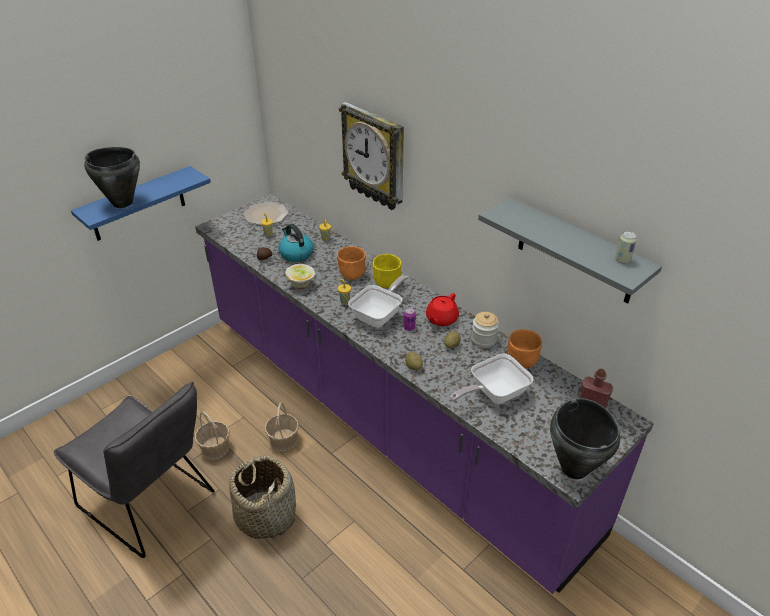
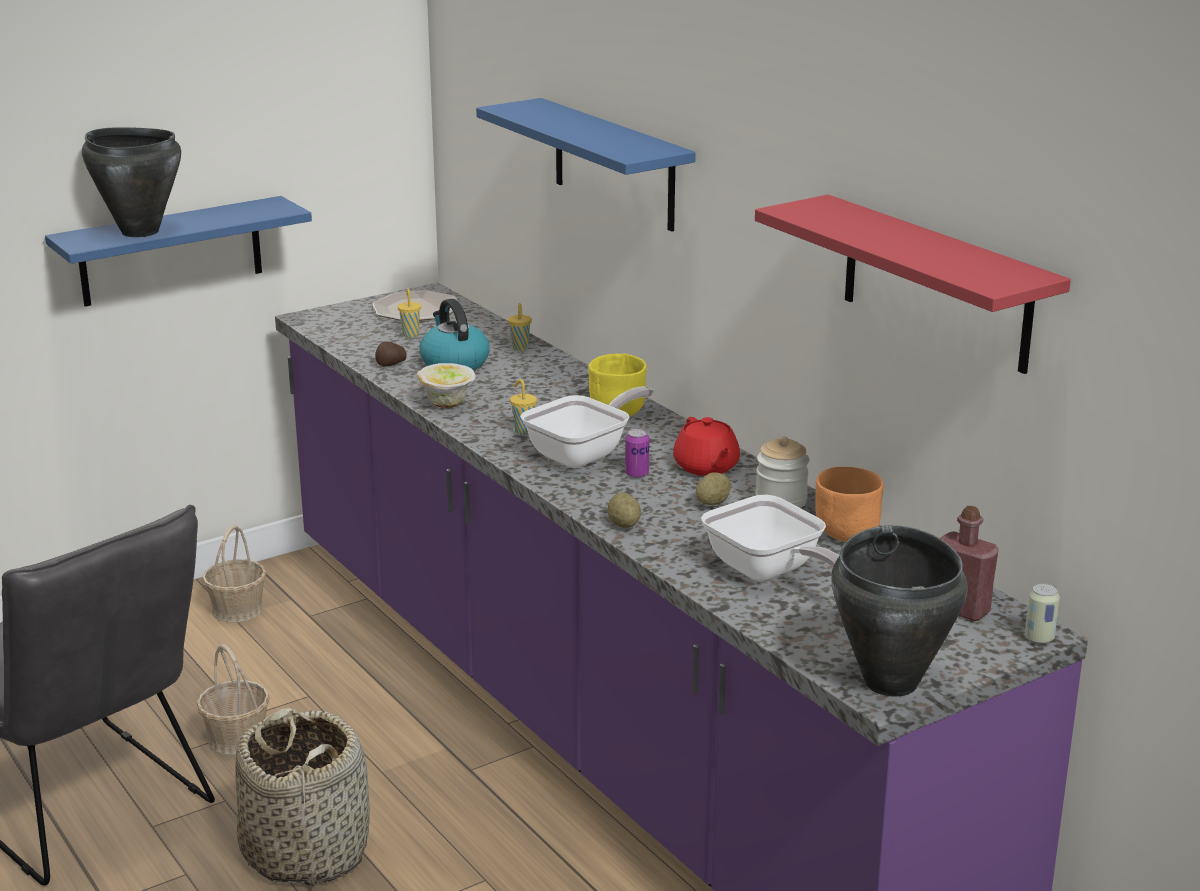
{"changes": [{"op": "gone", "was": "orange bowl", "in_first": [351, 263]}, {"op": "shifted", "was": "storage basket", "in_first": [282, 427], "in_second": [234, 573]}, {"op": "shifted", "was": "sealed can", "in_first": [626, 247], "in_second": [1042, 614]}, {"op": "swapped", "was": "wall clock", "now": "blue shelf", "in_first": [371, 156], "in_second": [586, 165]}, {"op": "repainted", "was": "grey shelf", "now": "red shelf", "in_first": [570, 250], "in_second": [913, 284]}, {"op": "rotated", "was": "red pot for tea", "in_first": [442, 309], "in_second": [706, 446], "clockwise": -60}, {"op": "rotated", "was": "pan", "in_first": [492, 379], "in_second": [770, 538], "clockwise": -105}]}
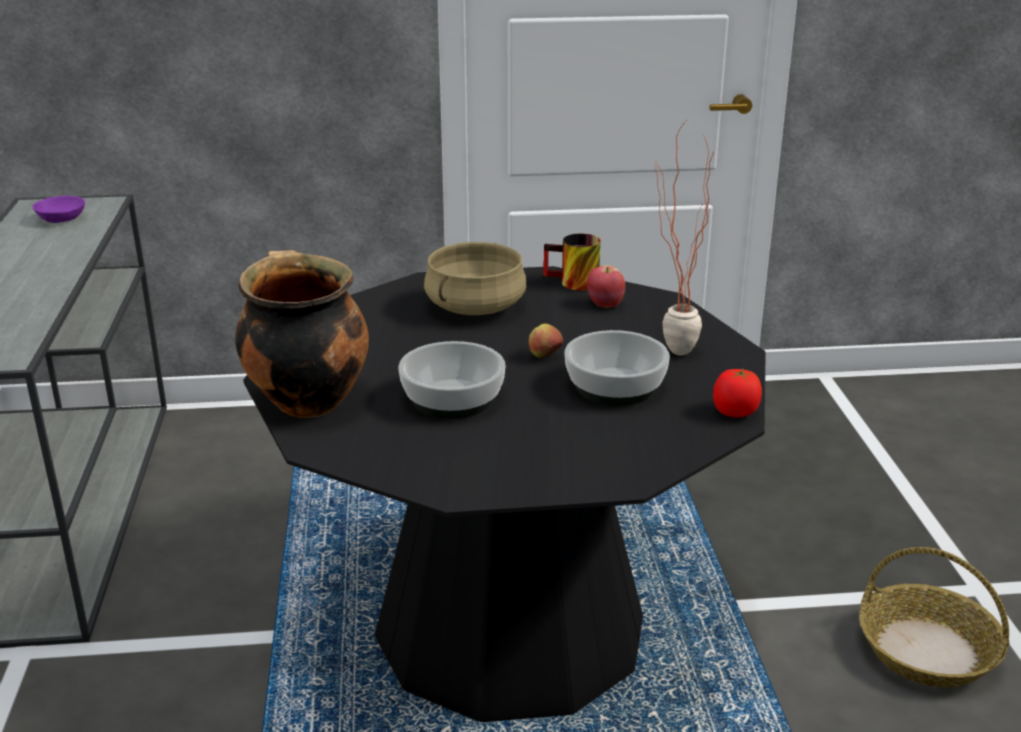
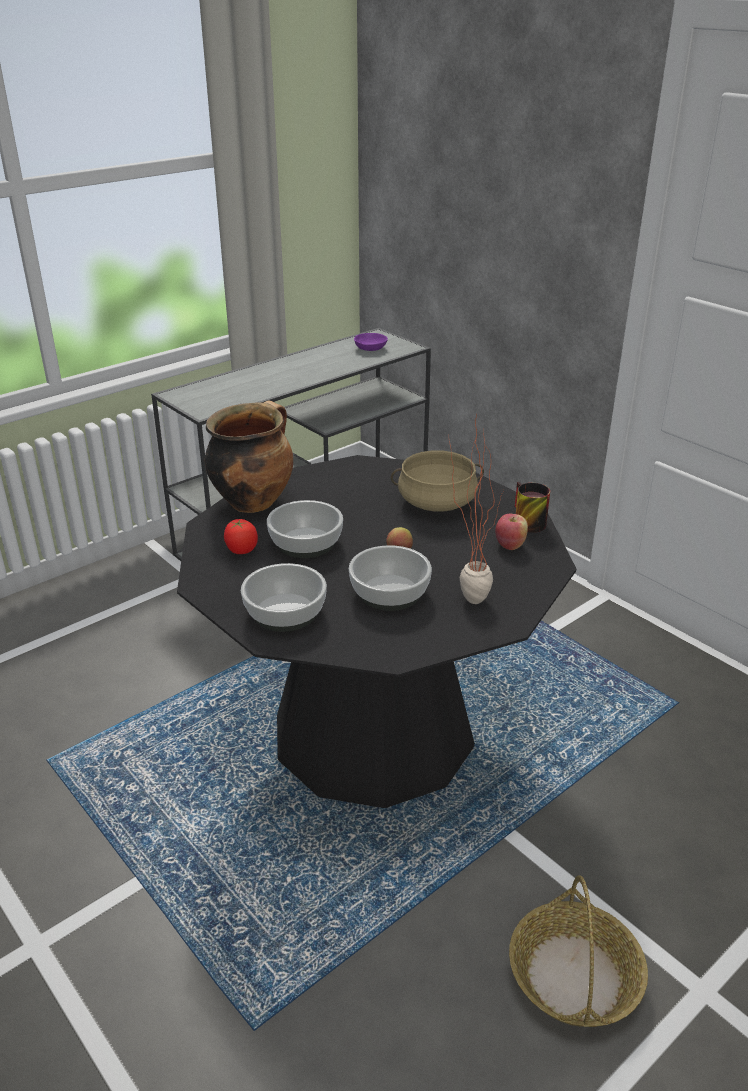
{"changes": [{"op": "new", "now": "bowl", "in_second": [284, 597]}, {"op": "shifted", "was": "whole tomato", "in_first": [737, 393], "in_second": [241, 536]}]}
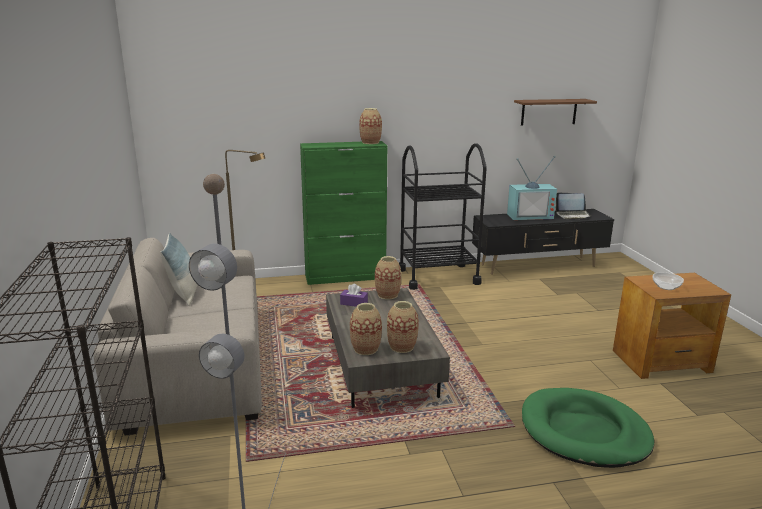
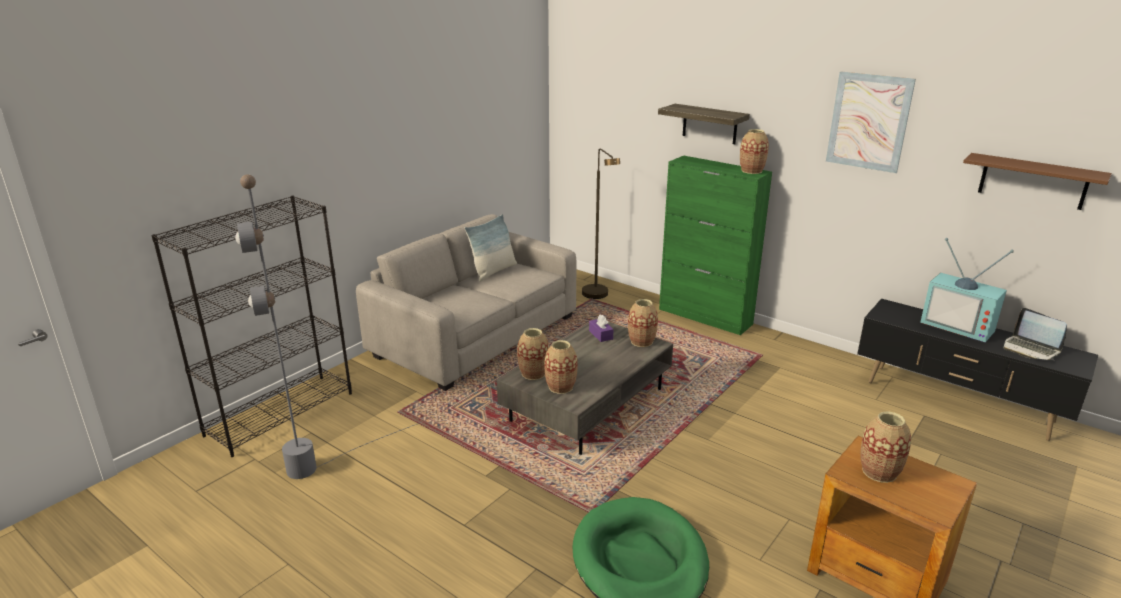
{"changes": [{"op": "gone", "was": "blackish trolley", "in_first": [443, 216]}, {"op": "new", "now": "shelf", "in_second": [704, 124]}, {"op": "new", "now": "wall art", "in_second": [871, 122]}, {"op": "swapped", "was": "bowl", "now": "flower vase", "in_first": [668, 281], "in_second": [885, 447]}]}
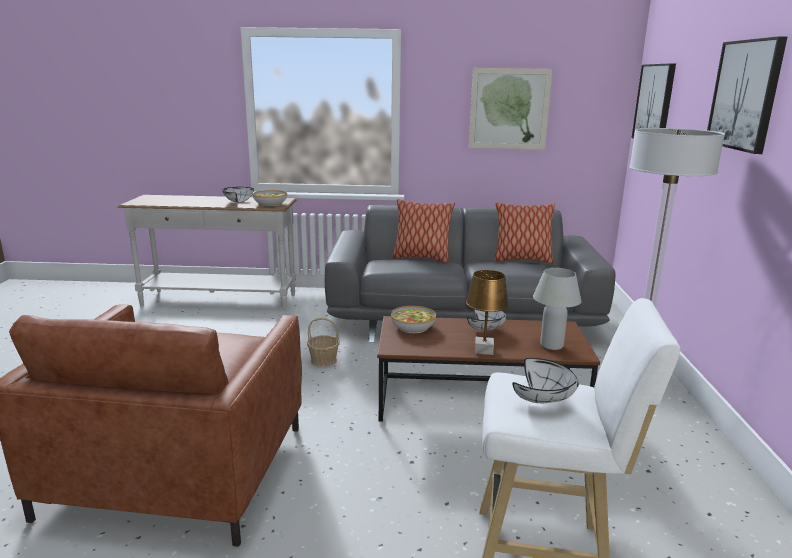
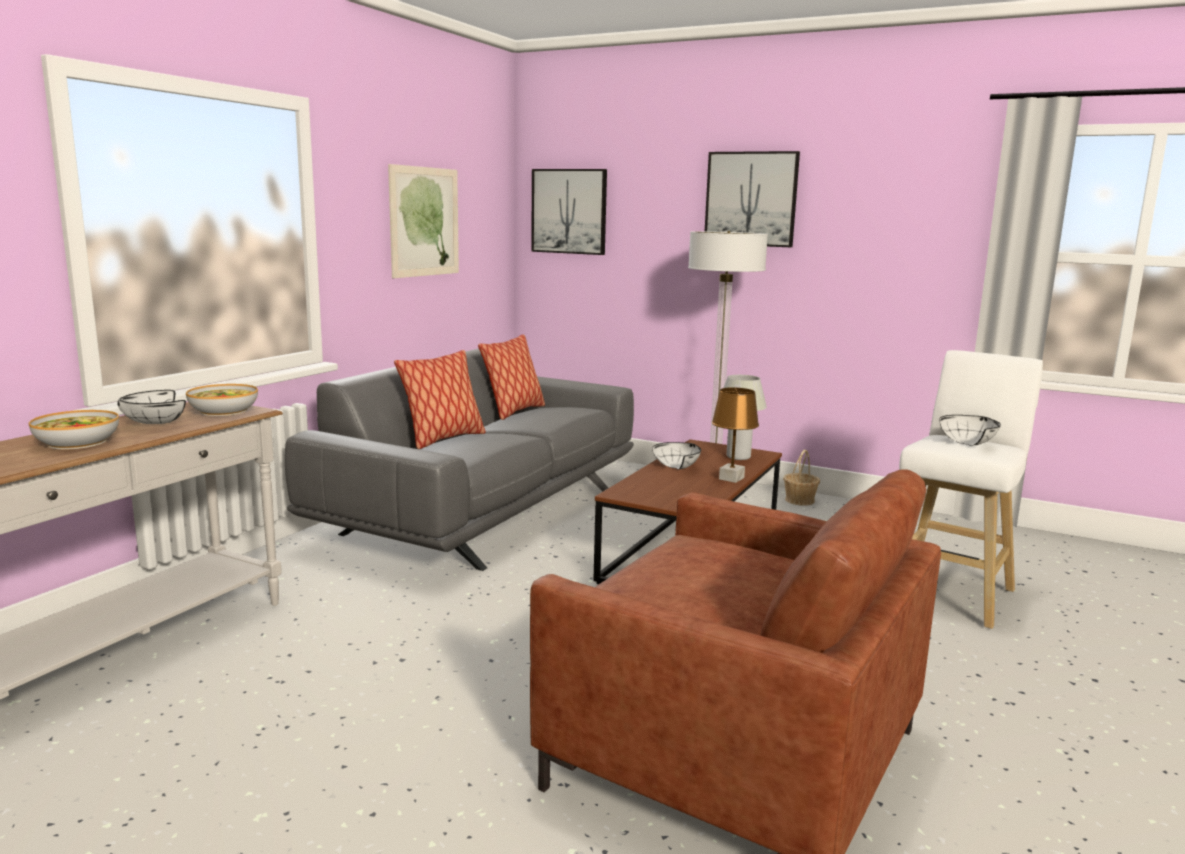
{"changes": [{"op": "shifted", "was": "storage basket", "in_first": [323, 342], "in_second": [801, 478]}, {"op": "shifted", "was": "bowl", "in_first": [413, 319], "in_second": [74, 429]}]}
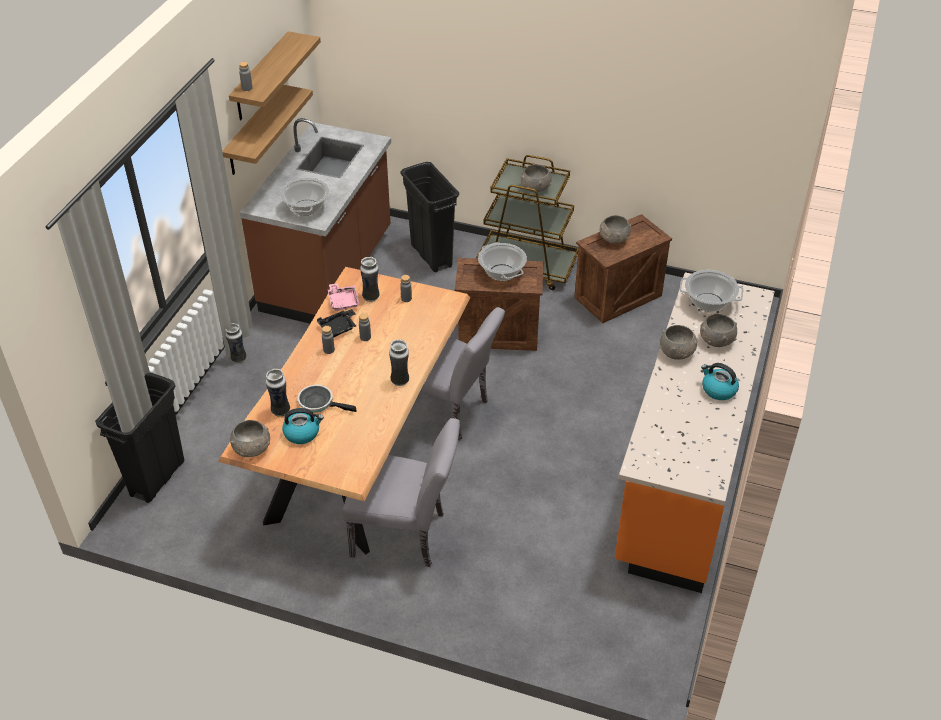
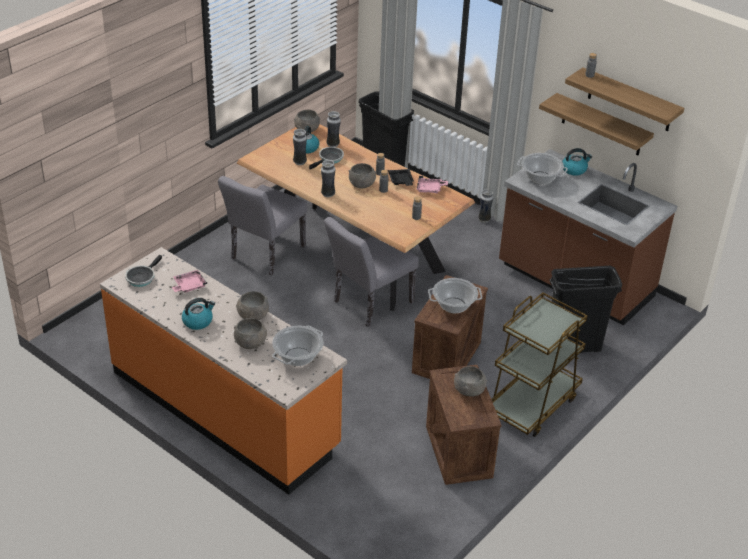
{"changes": [{"op": "new", "now": "pan", "in_second": [143, 271]}, {"op": "new", "now": "pink serving tray", "in_second": [189, 281]}, {"op": "new", "now": "water kettle", "in_second": [577, 162]}, {"op": "shifted", "was": "flower vase", "in_first": [370, 279], "in_second": [300, 147]}, {"op": "shifted", "was": "grey bowl", "in_first": [536, 178], "in_second": [362, 176]}]}
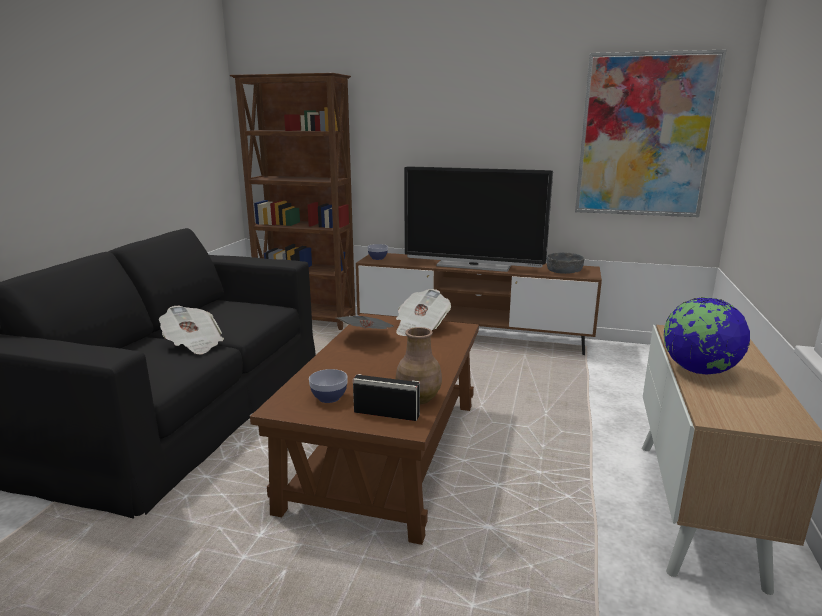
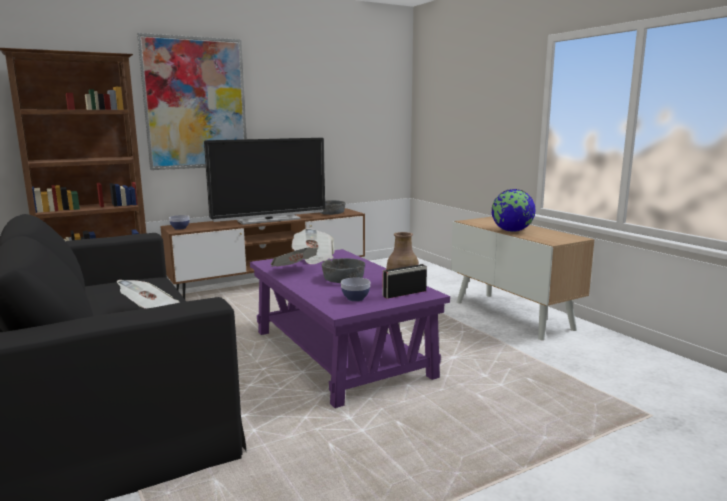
{"changes": [{"op": "new", "now": "grey bowl", "in_second": [343, 270]}, {"op": "shifted", "was": "wall art", "in_first": [651, 133], "in_second": [192, 101]}, {"op": "repainted", "was": "brownish lounge table", "now": "purplish lounge table", "in_first": [364, 429], "in_second": [350, 328]}]}
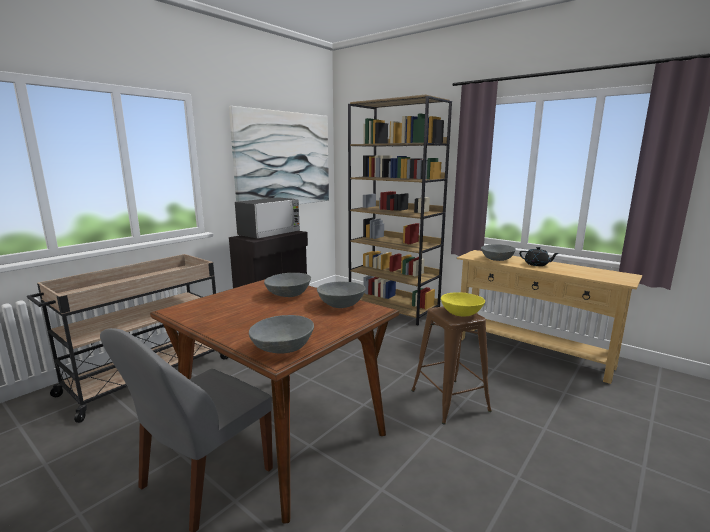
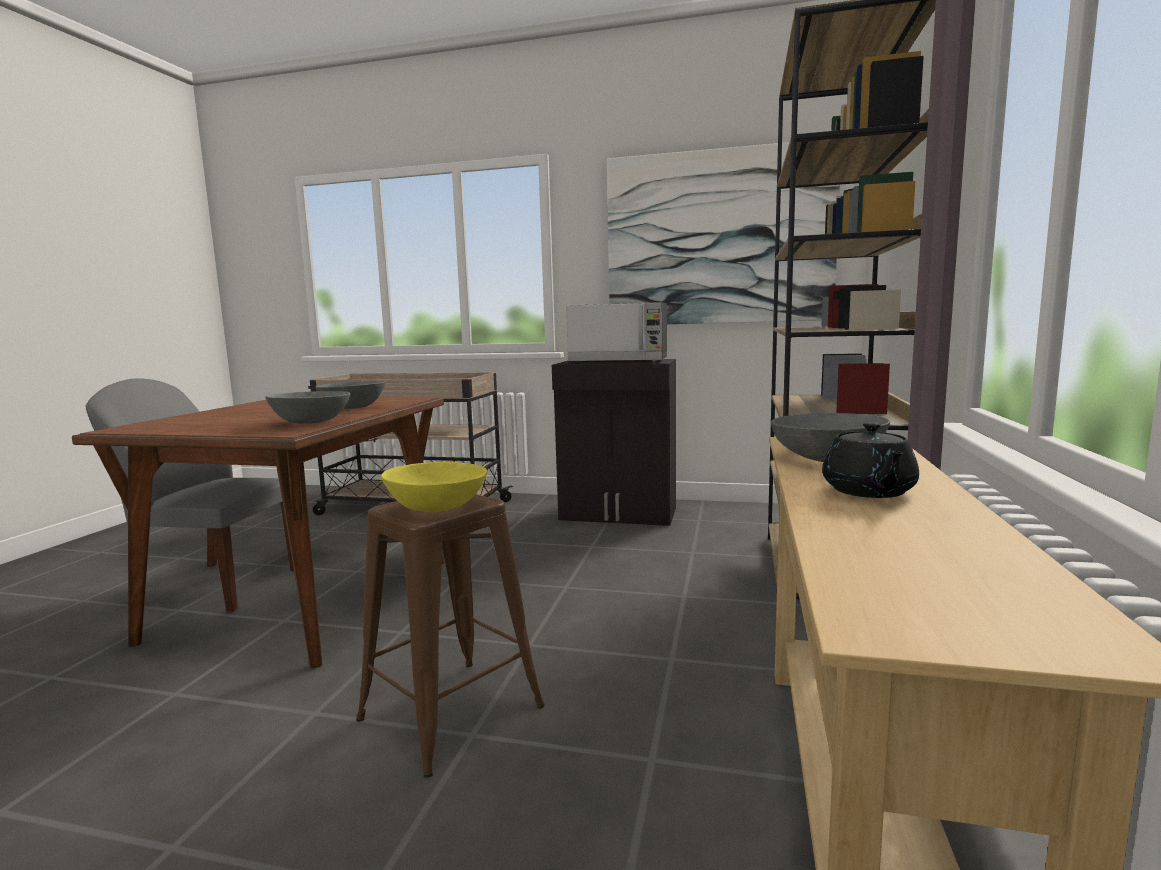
{"changes": [{"op": "gone", "was": "grey bowl", "in_first": [281, 334]}]}
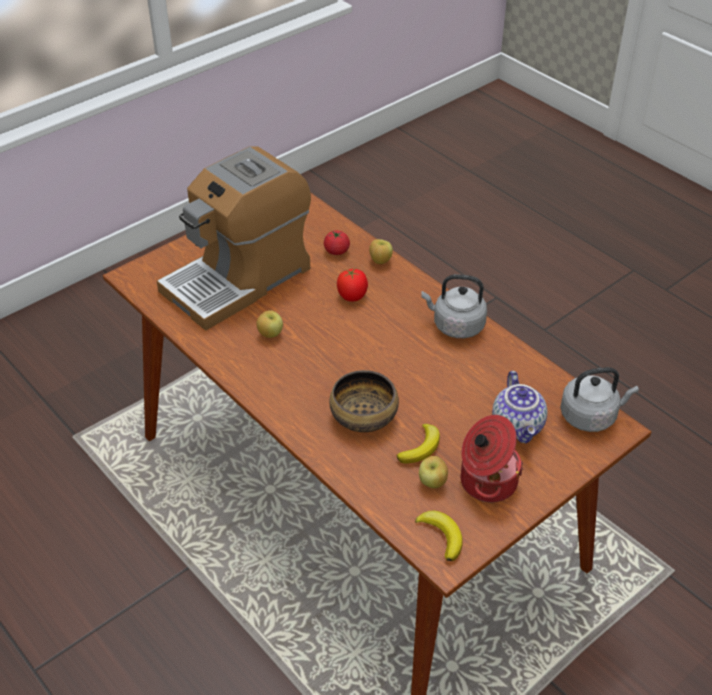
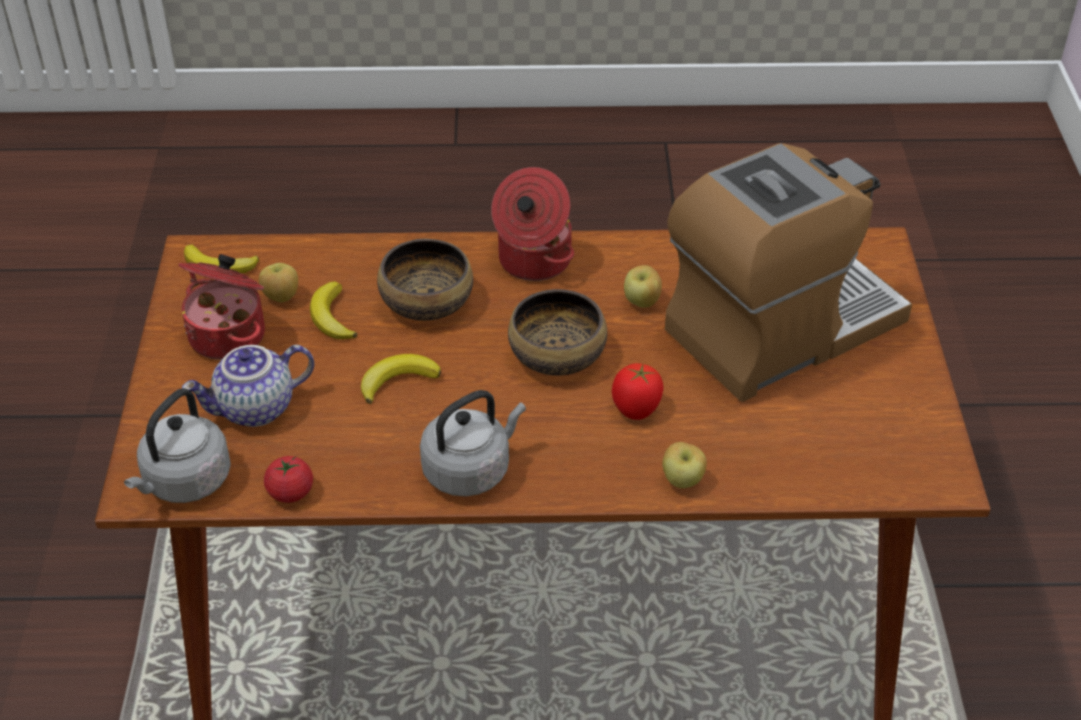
{"changes": [{"op": "new", "now": "banana", "in_second": [401, 379]}, {"op": "new", "now": "cooking pot", "in_second": [532, 224]}, {"op": "new", "now": "bowl", "in_second": [557, 332]}, {"op": "shifted", "was": "whole tomato", "in_first": [337, 242], "in_second": [288, 479]}, {"op": "rotated", "was": "coffee brewer", "in_first": [234, 238], "in_second": [788, 272], "clockwise": 60}, {"op": "rotated", "was": "pot for tea", "in_first": [519, 407], "in_second": [248, 386], "clockwise": -60}]}
